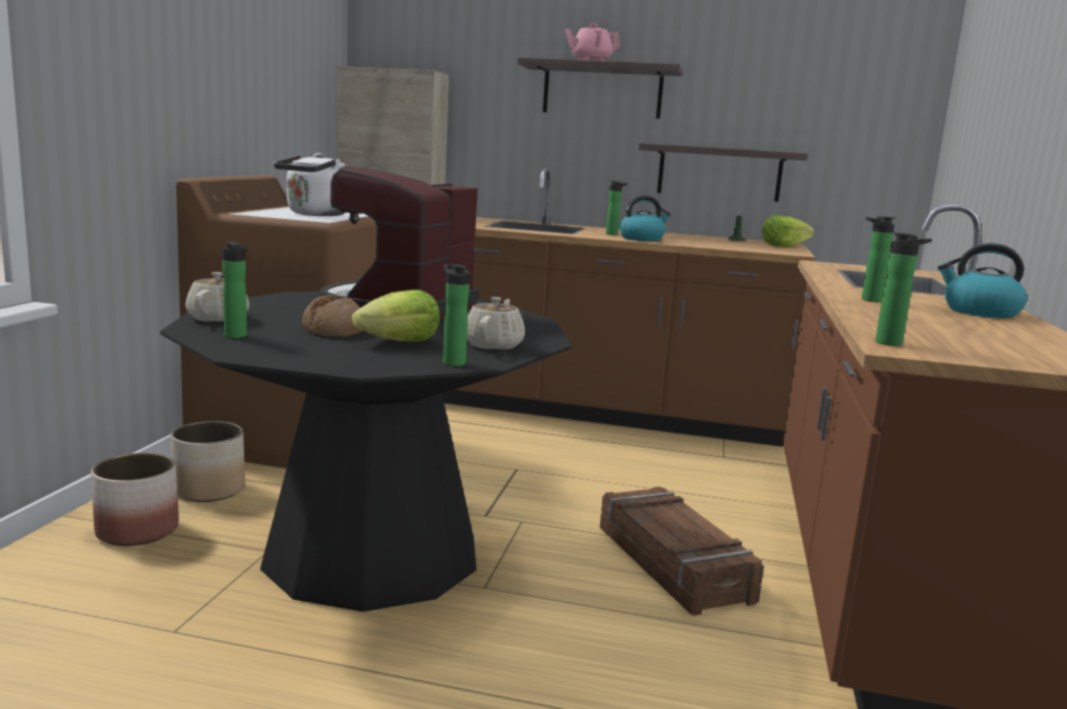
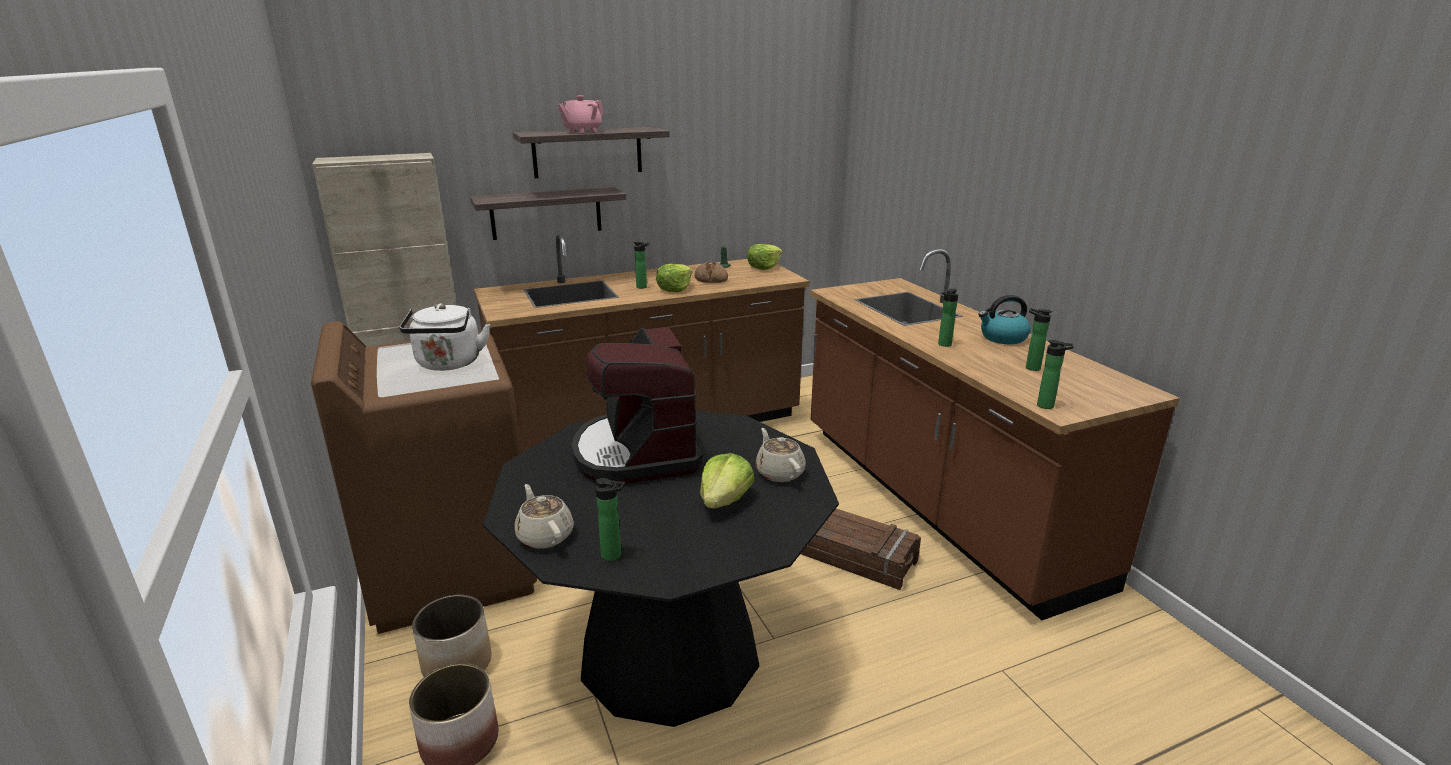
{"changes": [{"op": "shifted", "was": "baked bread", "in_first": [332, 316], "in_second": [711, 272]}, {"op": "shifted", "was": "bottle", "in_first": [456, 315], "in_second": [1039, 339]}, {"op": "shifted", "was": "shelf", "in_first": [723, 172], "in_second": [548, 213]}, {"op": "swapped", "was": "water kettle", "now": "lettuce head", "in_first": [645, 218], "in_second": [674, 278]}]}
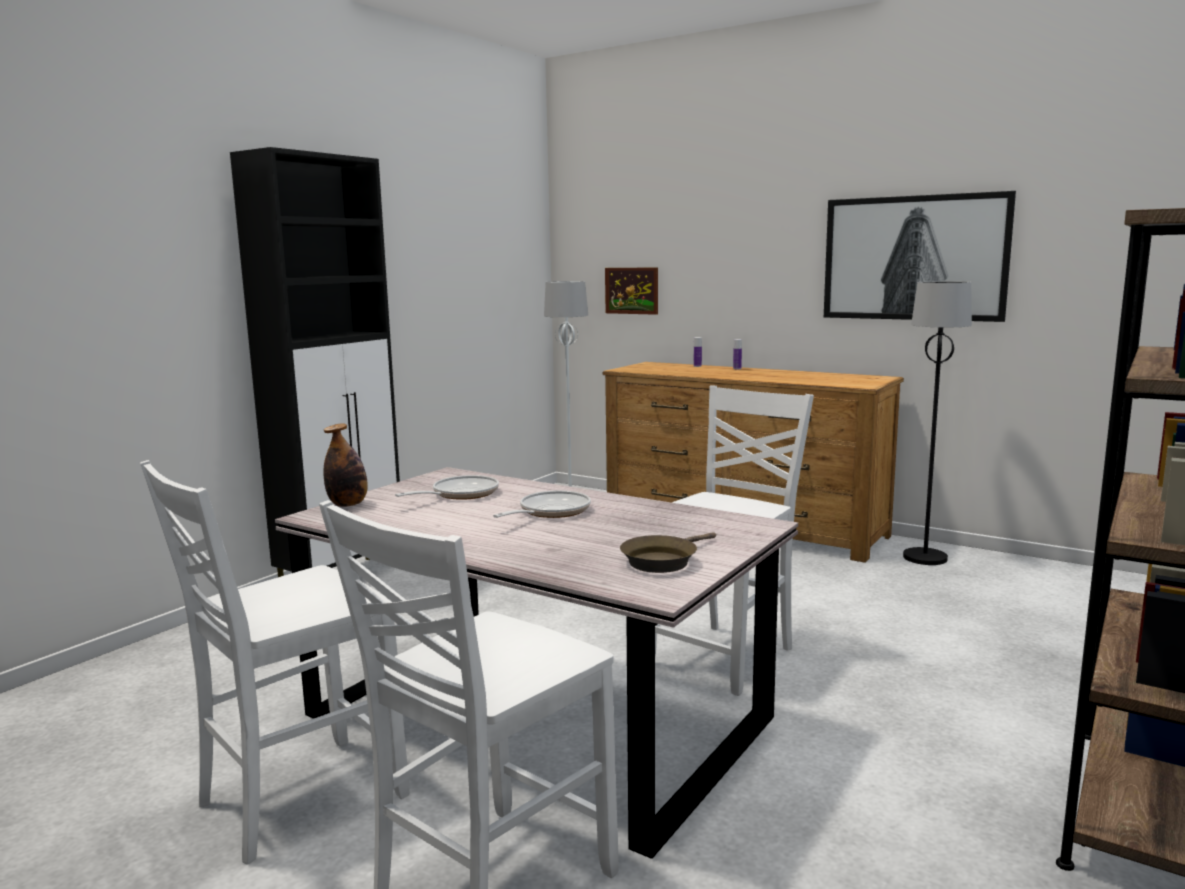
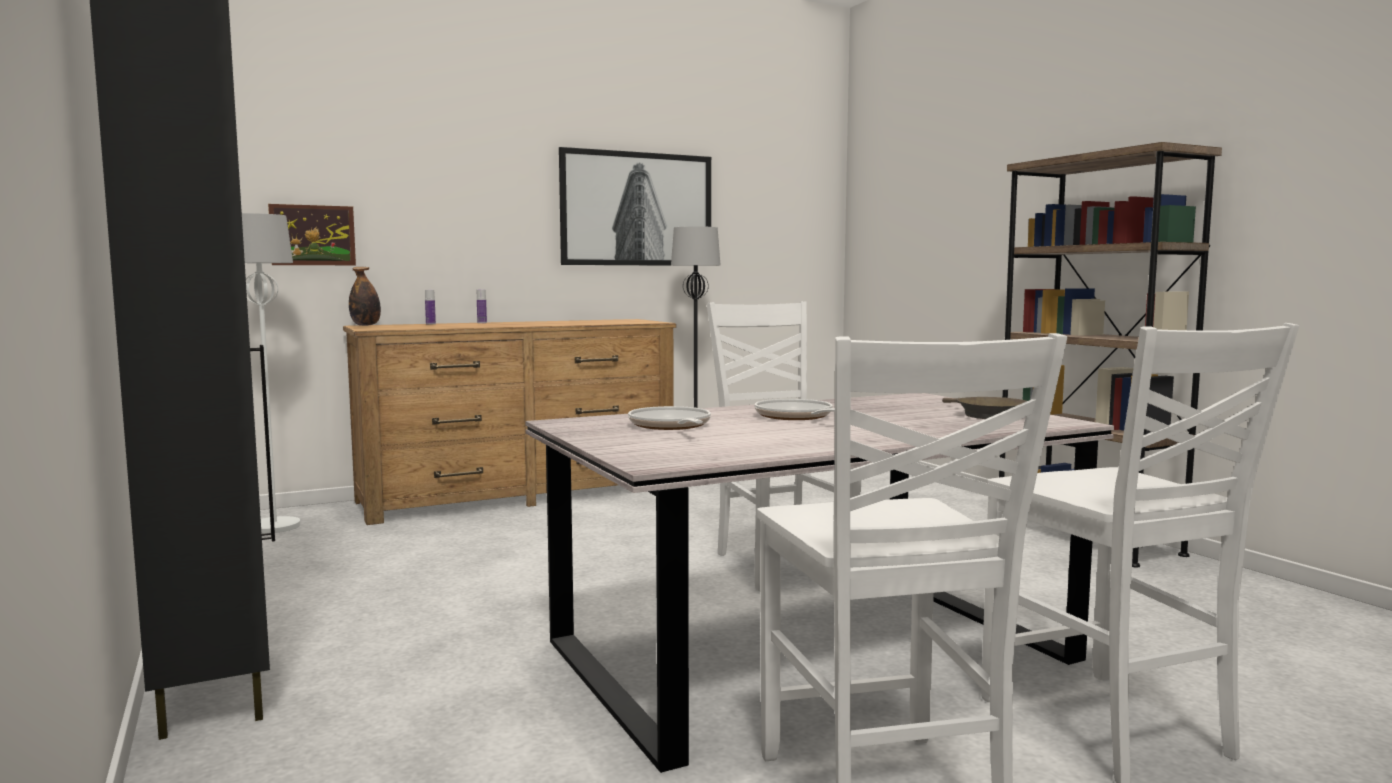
{"changes": [{"op": "shifted", "was": "bottle", "in_first": [346, 465], "in_second": [365, 296]}]}
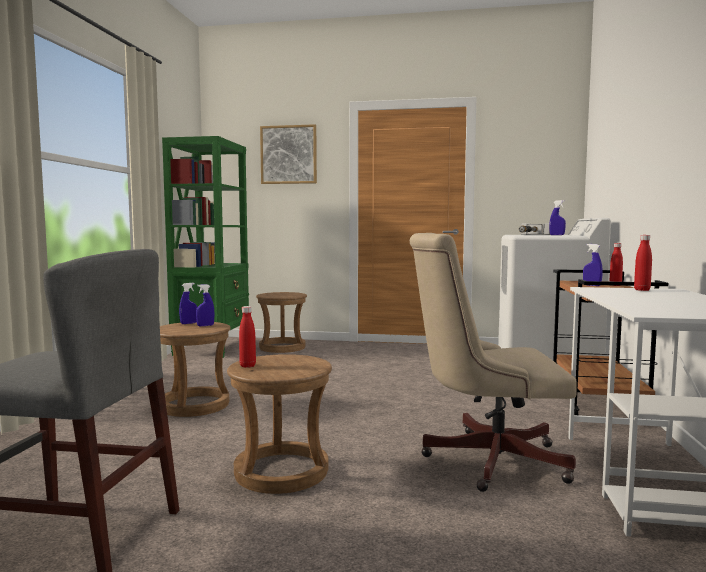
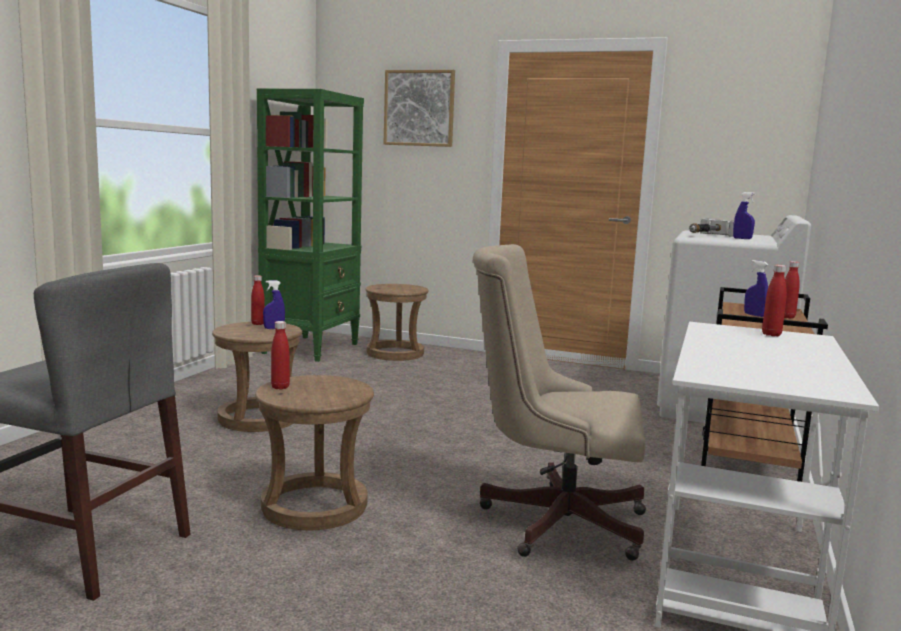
{"changes": [{"op": "swapped", "was": "blue sprayer", "now": "red bottle", "in_first": [188, 303], "in_second": [258, 300]}]}
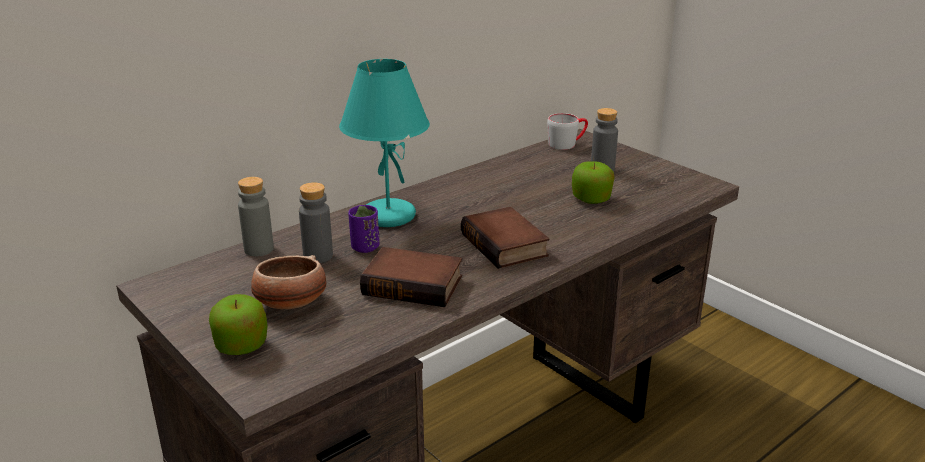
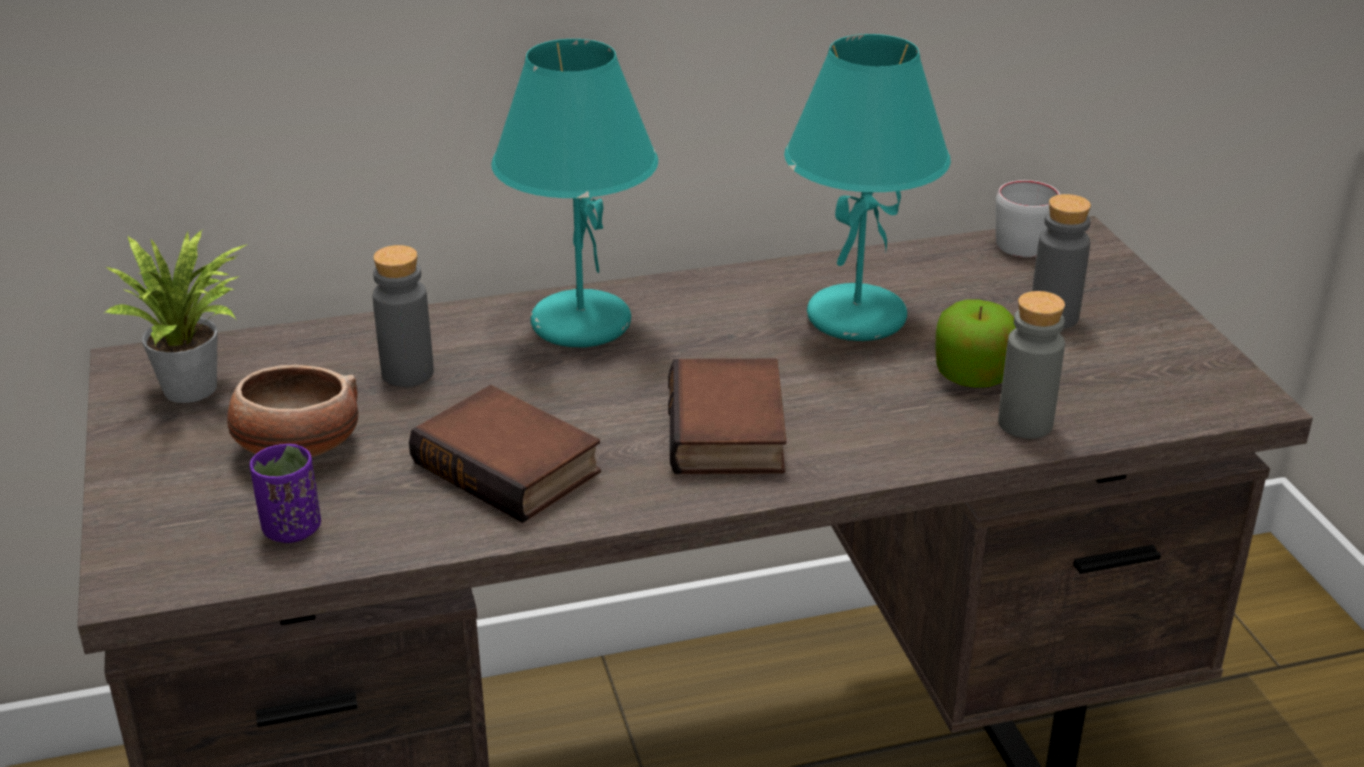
{"changes": [{"op": "gone", "was": "apple", "in_first": [238, 324]}, {"op": "new", "now": "potted plant", "in_second": [176, 316]}, {"op": "new", "now": "turquoise lamp for a table", "in_second": [867, 187]}, {"op": "shifted", "was": "grey bottle", "in_first": [256, 216], "in_second": [1031, 365]}, {"op": "shifted", "was": "purplish drinking cup", "in_first": [364, 229], "in_second": [285, 493]}]}
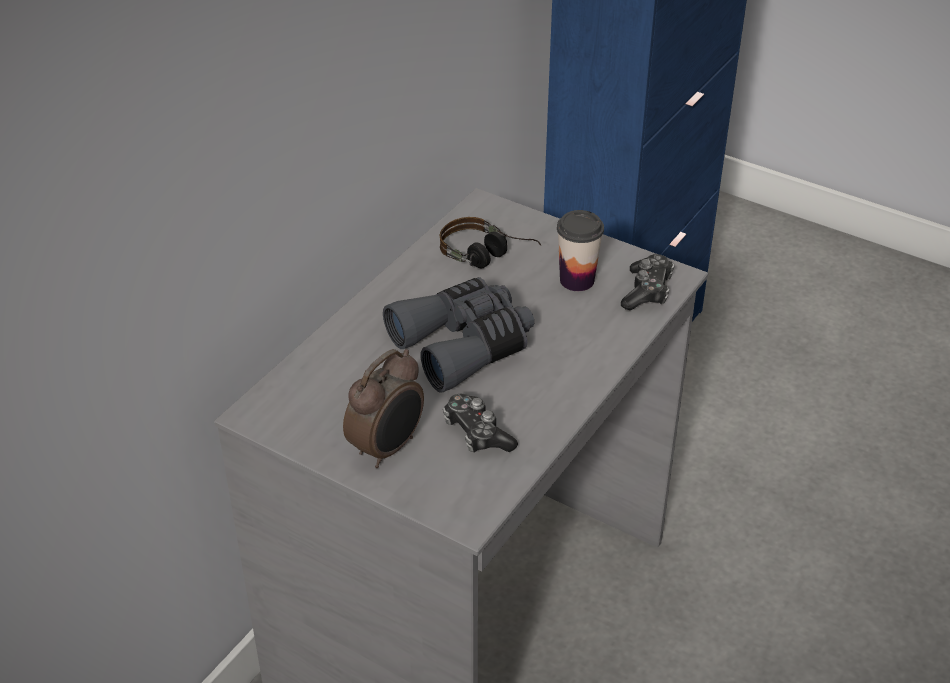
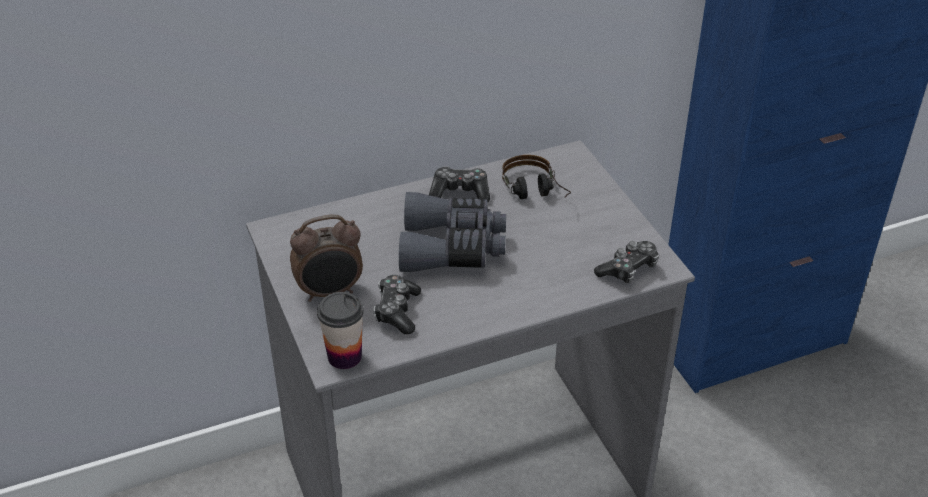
{"changes": [{"op": "new", "now": "gamepad", "in_second": [459, 184]}, {"op": "shifted", "was": "drinking cup", "in_first": [580, 250], "in_second": [340, 330]}]}
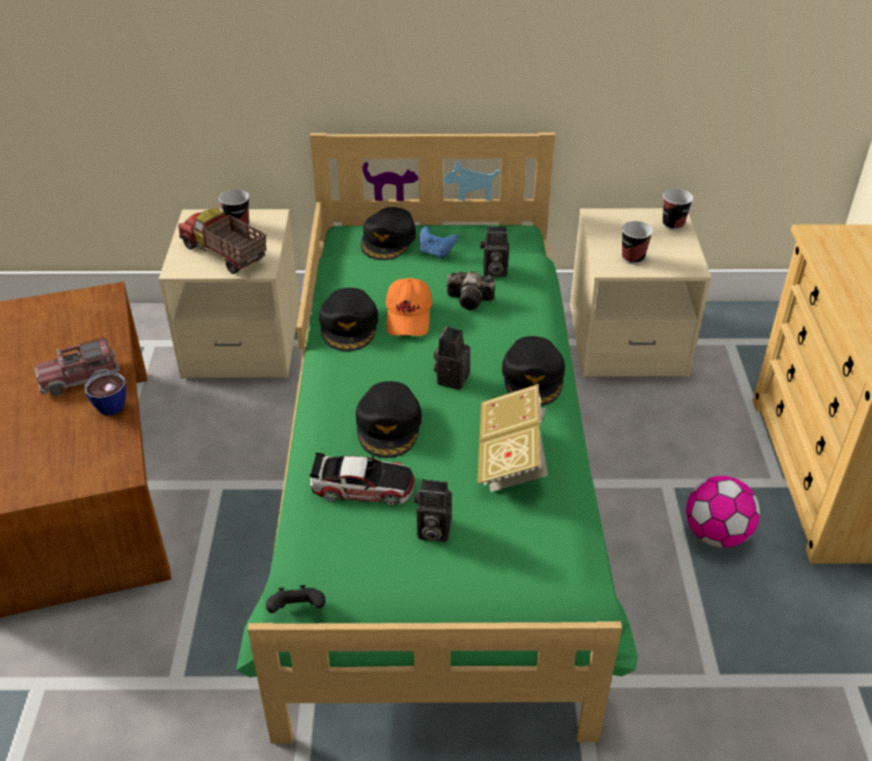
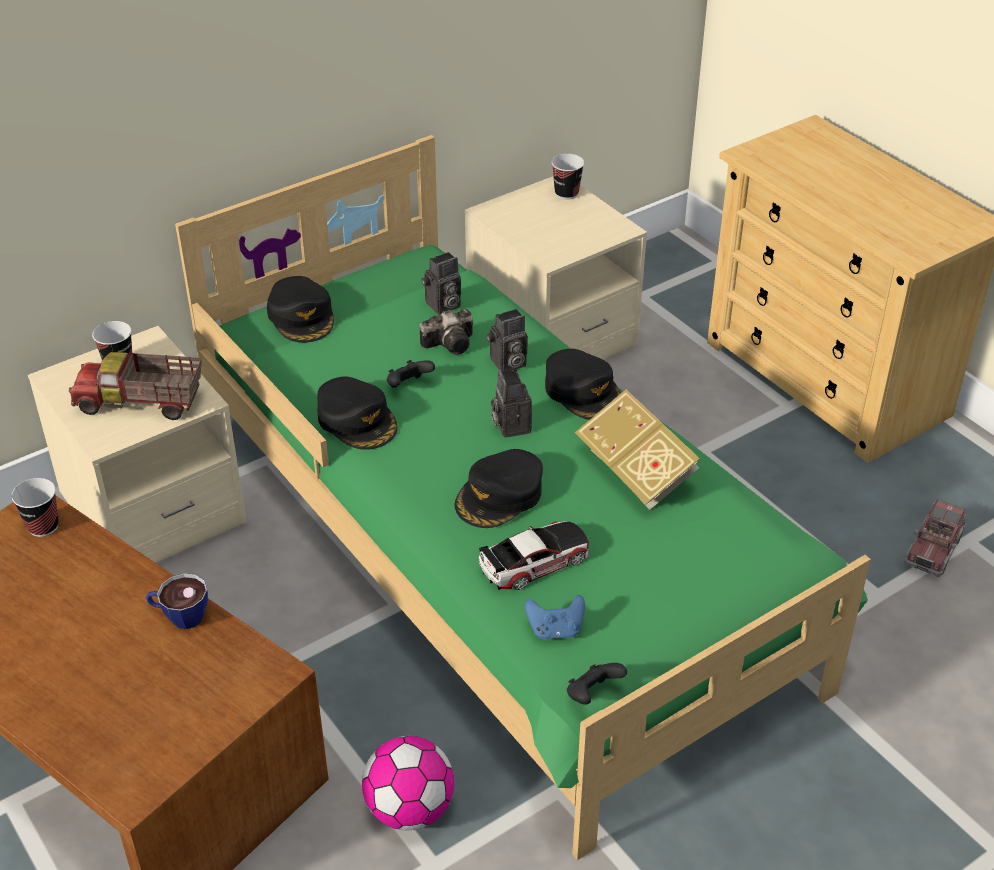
{"changes": [{"op": "shifted", "was": "toy lorry", "in_first": [77, 366], "in_second": [935, 538]}, {"op": "shifted", "was": "still camera", "in_first": [433, 510], "in_second": [507, 340]}, {"op": "shifted", "was": "blue gamepad", "in_first": [438, 242], "in_second": [555, 617]}, {"op": "shifted", "was": "drinking cup", "in_first": [637, 242], "in_second": [35, 507]}, {"op": "shifted", "was": "football", "in_first": [723, 512], "in_second": [408, 783]}, {"op": "swapped", "was": "orange peaked cap", "now": "blackish gamepad", "in_first": [409, 307], "in_second": [411, 374]}, {"op": "rotated", "was": "blackish peaked cap", "in_first": [389, 419], "in_second": [498, 488], "clockwise": 75}]}
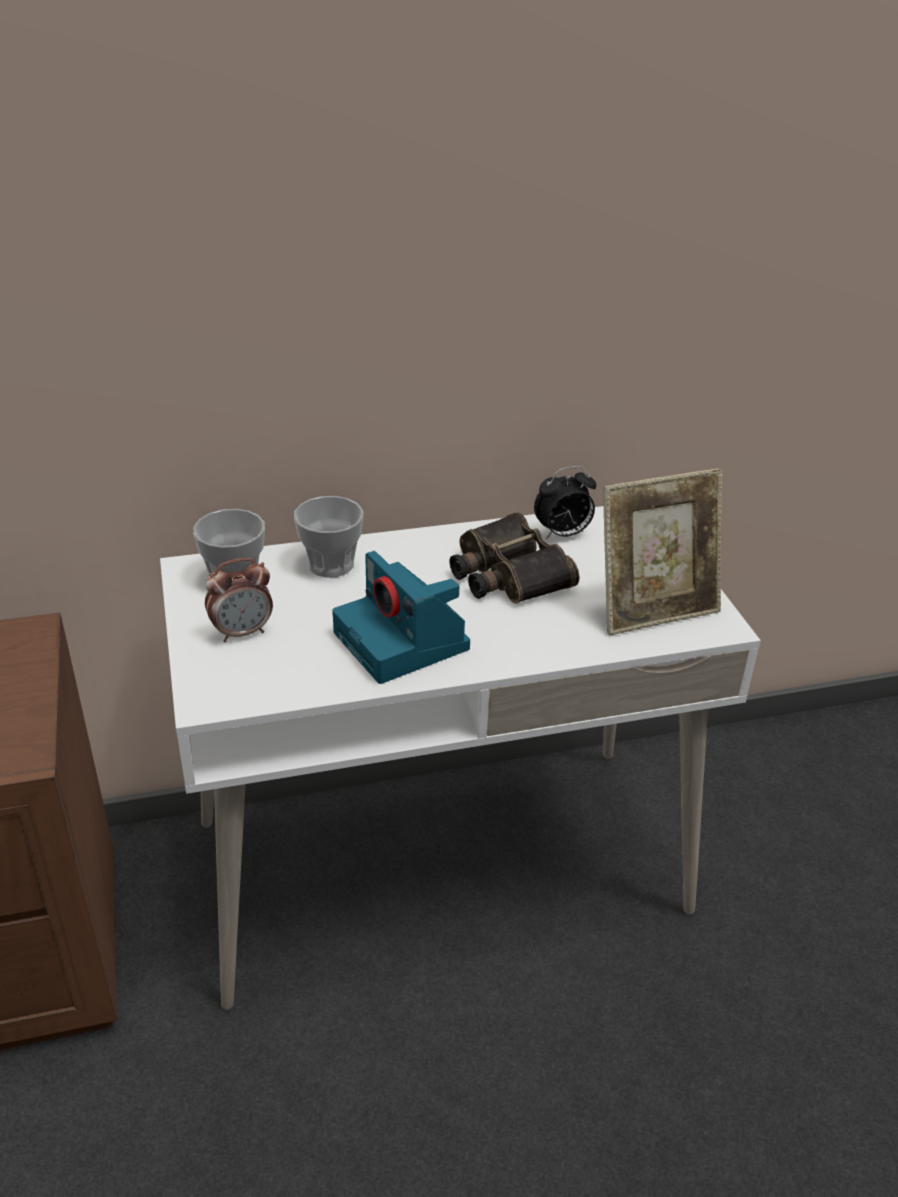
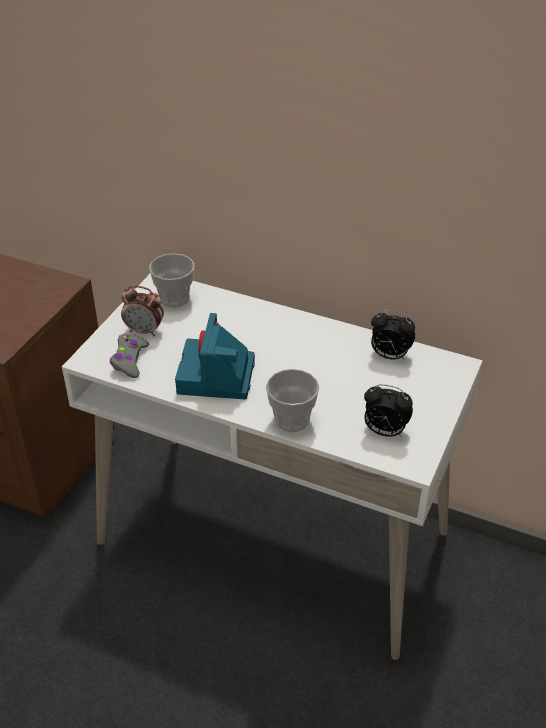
{"changes": [{"op": "gone", "was": "field glasses", "in_first": [515, 558]}, {"op": "new", "now": "grey gamepad", "in_second": [129, 356]}, {"op": "shifted", "was": "drinking cup", "in_first": [328, 537], "in_second": [292, 401]}, {"op": "swapped", "was": "photo frame", "now": "table clock", "in_first": [662, 551], "in_second": [388, 410]}]}
